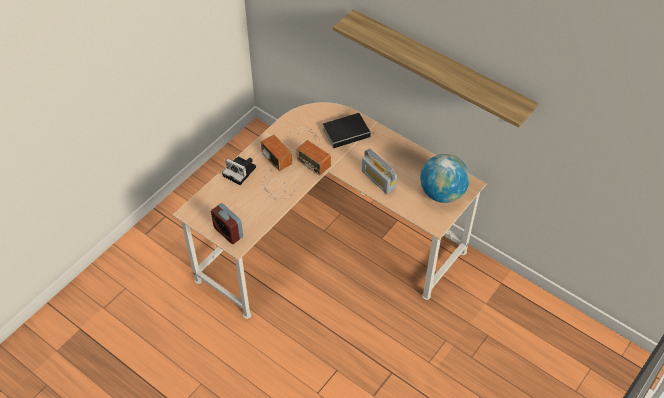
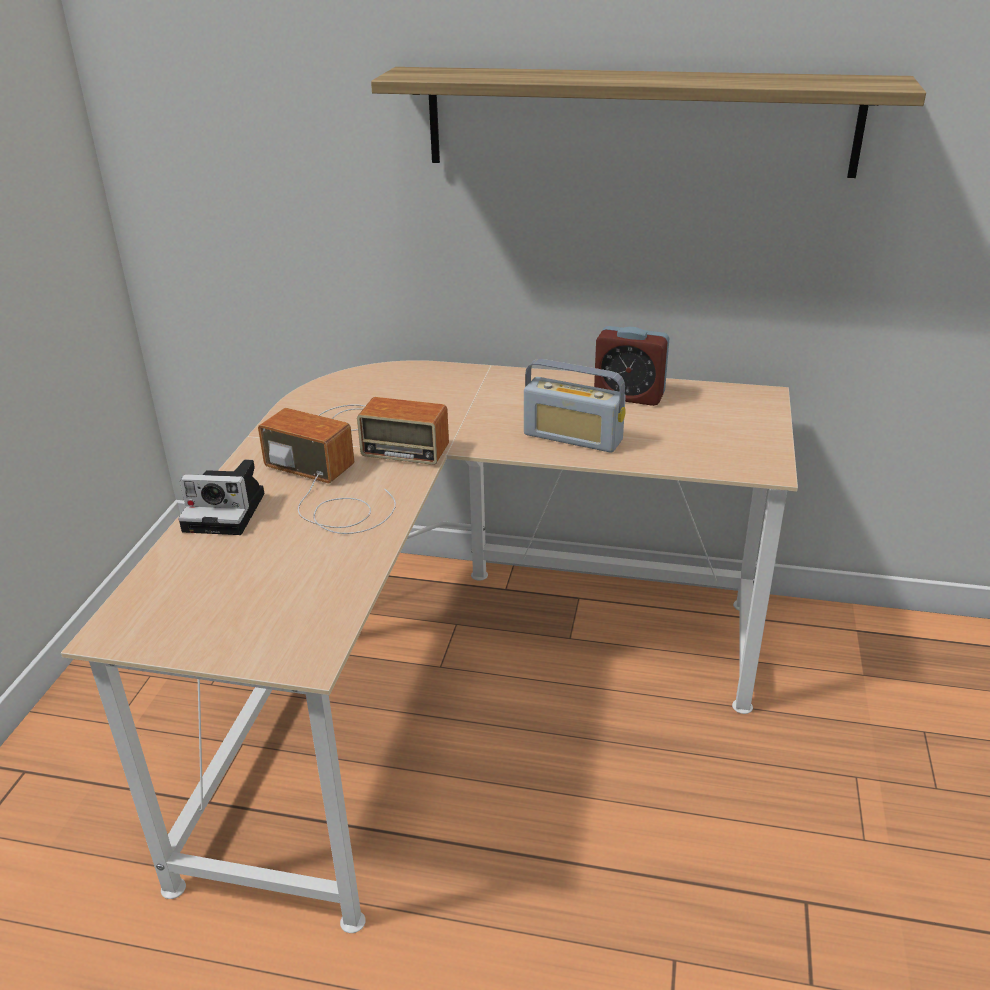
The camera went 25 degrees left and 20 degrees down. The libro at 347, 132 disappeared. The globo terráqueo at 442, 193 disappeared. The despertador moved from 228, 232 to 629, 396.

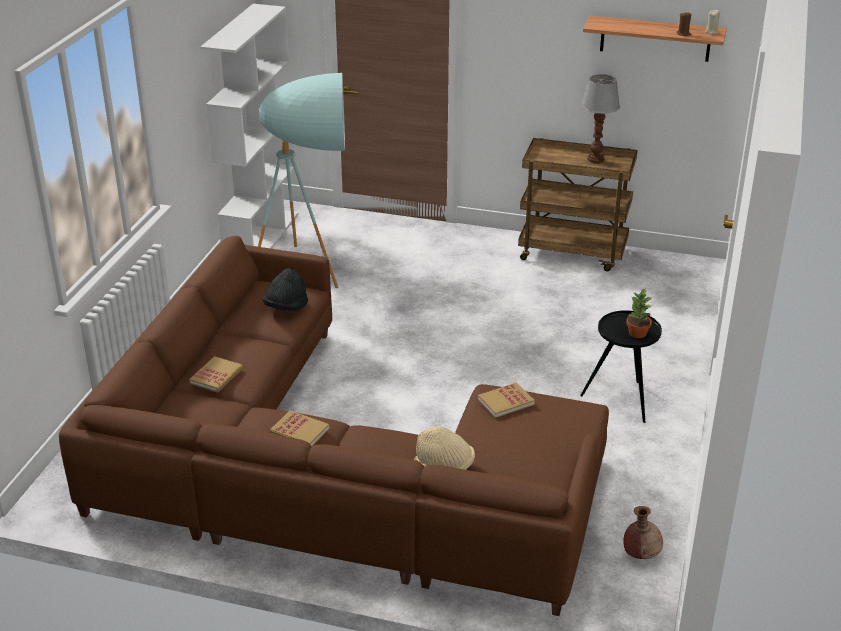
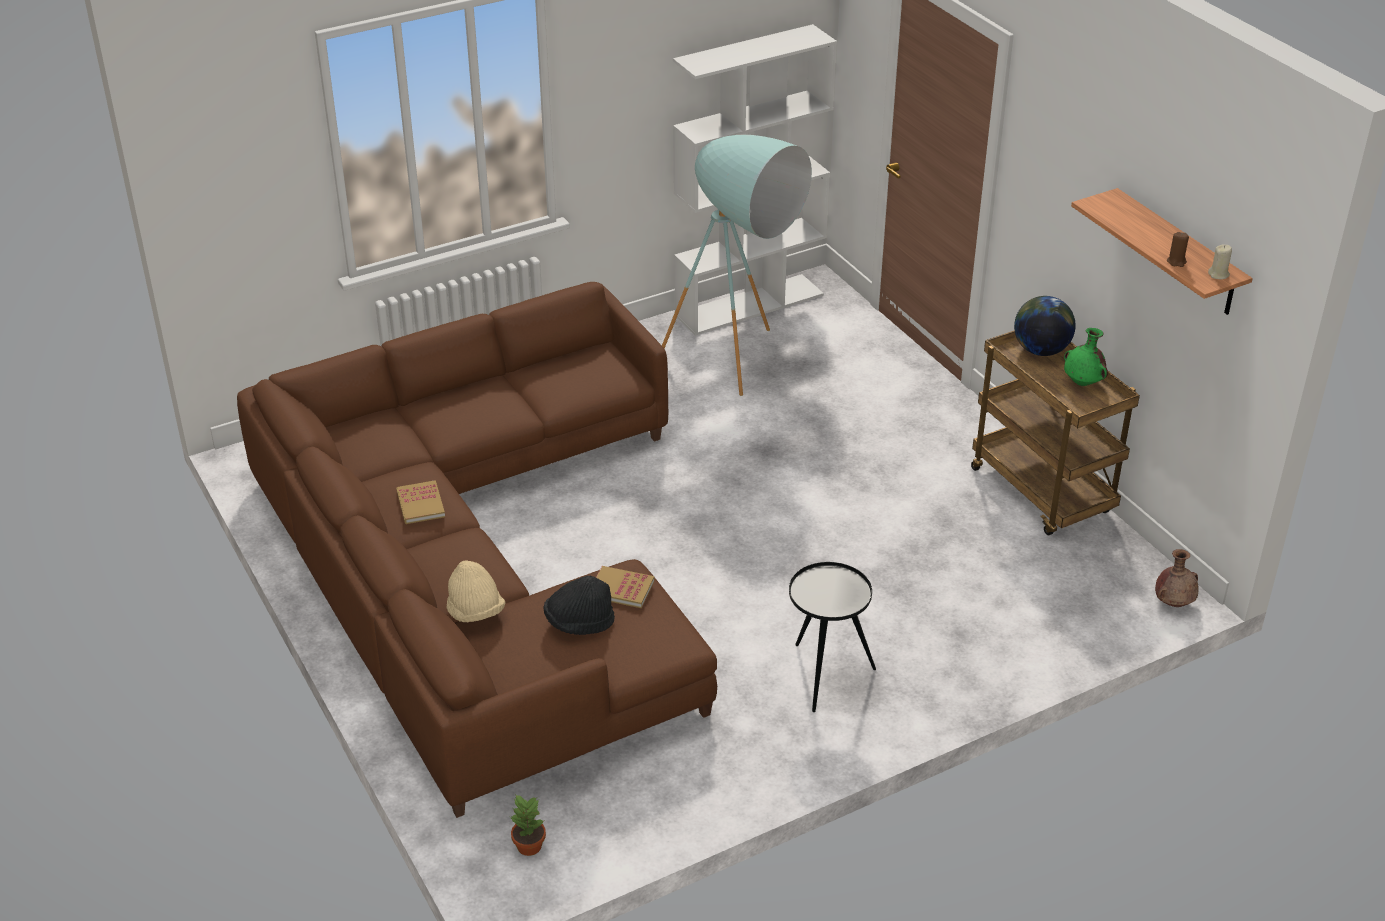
The camera went 45 degrees right and 5 degrees up. The lámpara de mesa at 596, 159 was replaced by the florero (verde) at 1083, 383. The sombrero (negro) moved from 286, 307 to 579, 623. The planta en maceta moved from 637, 333 to 528, 846. The libro at 216, 376 disappeared. The florero (marrón) moved from 641, 554 to 1174, 603. The globo terráqueo at 1040, 350 appeared.

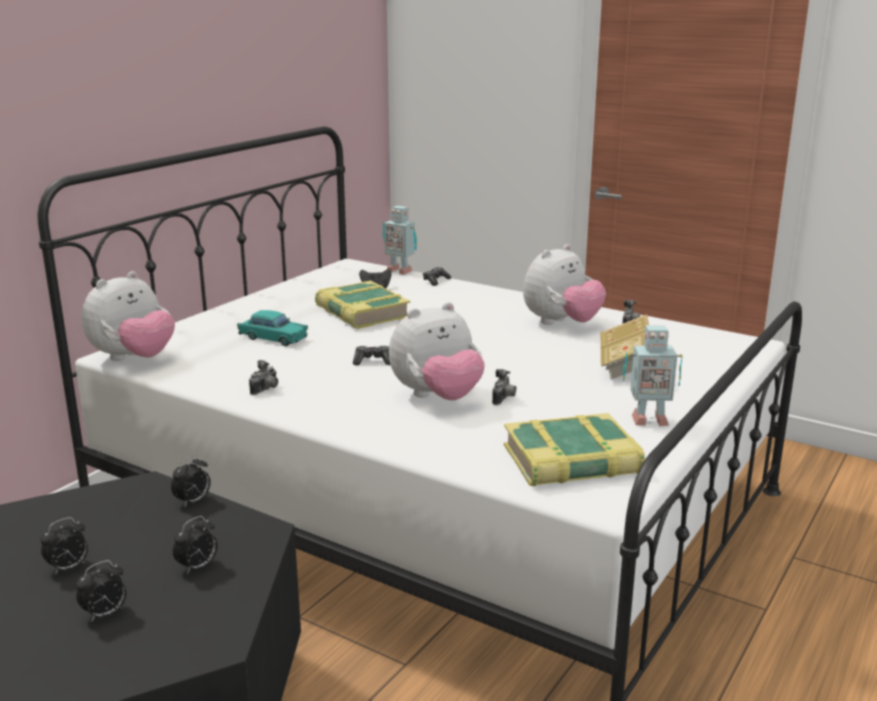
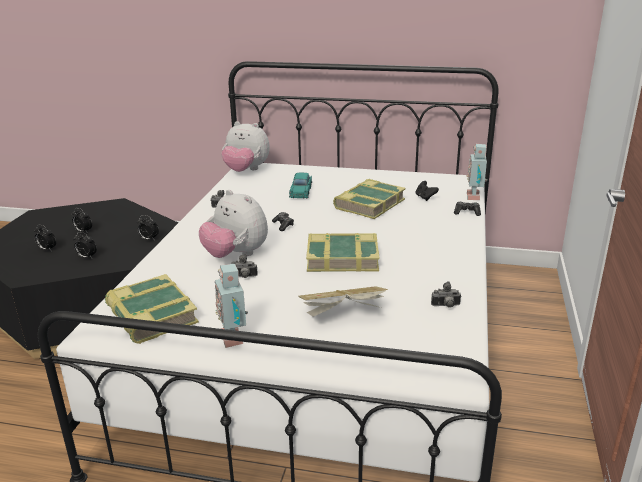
The camera went 70 degrees right and 5 degrees up. The peluche at 561, 323 disappeared. The libro at 342, 258 appeared.

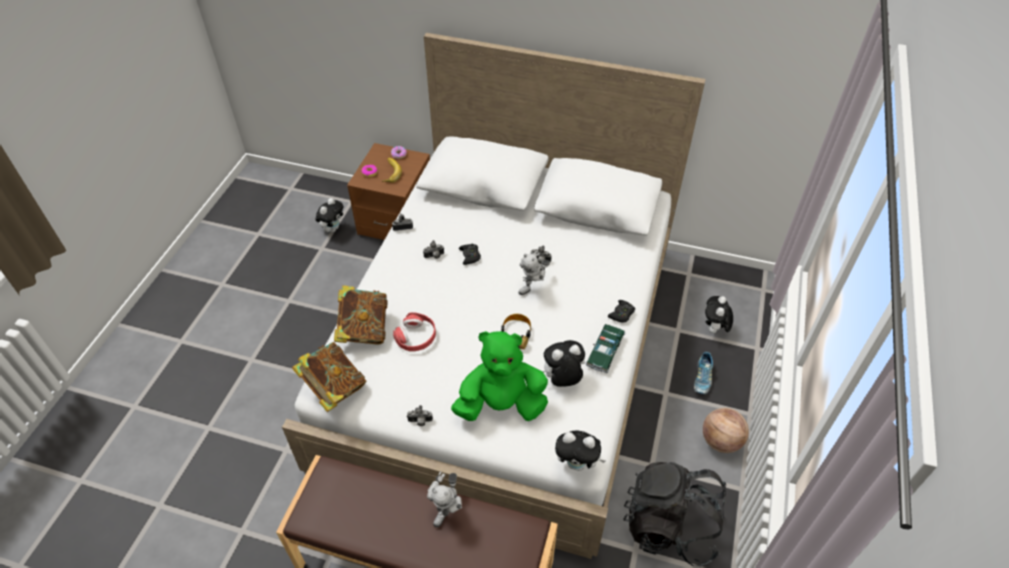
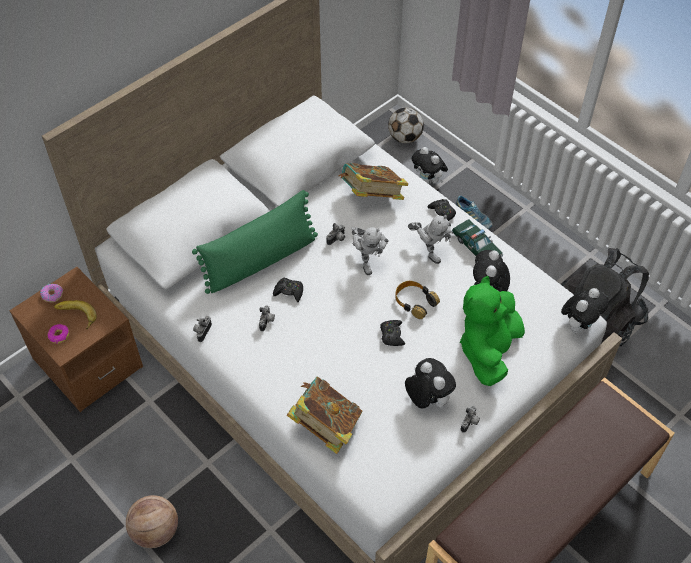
The camera went 60 degrees left and 5 degrees up. The peluche moved from 333, 228 to 427, 399. The auriculares (rojo) at 416, 337 disappeared. The libro moved from 333, 388 to 372, 196. The balón de baloncesto moved from 720, 441 to 155, 531. The robot de juguete moved from 447, 510 to 428, 250. The balón de fútbol at 405, 138 appeared. The cojín (verde) at 260, 260 appeared. The mando de consola (negro) at 392, 335 appeared.

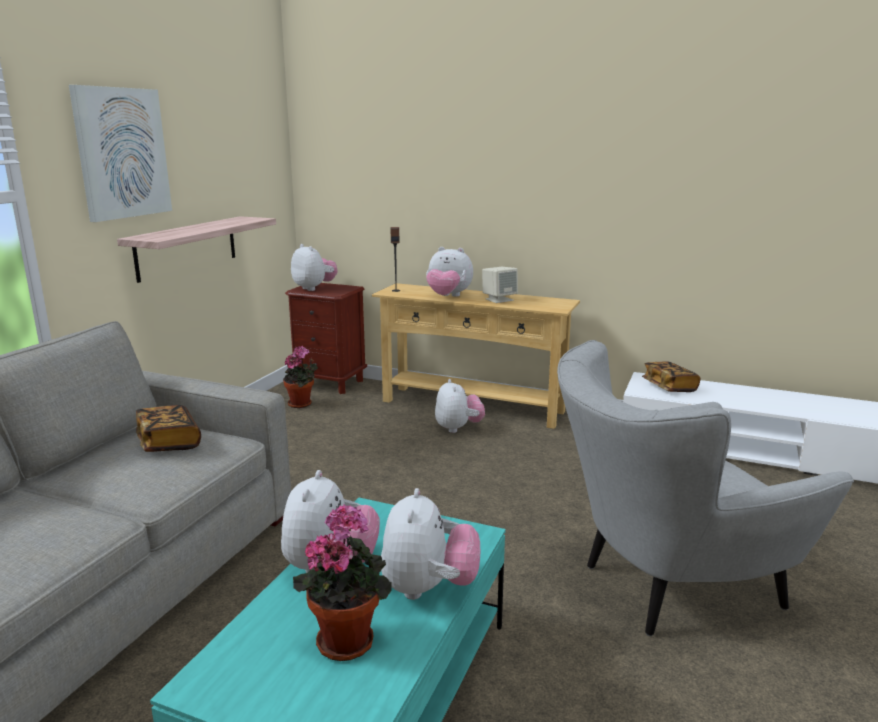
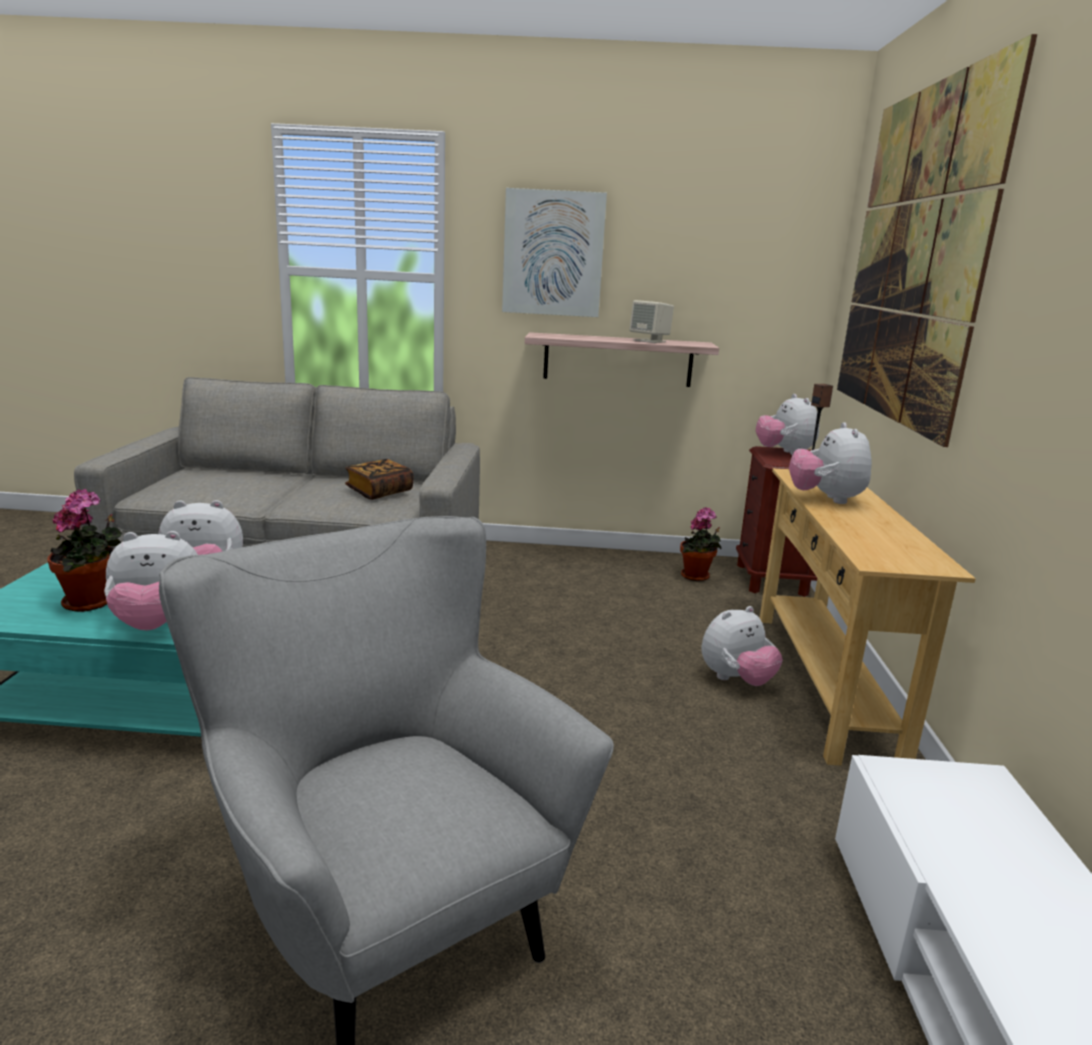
The camera went 70 degrees right and 0 degrees up. The peluche at 314, 288 turned 135 degrees clockwise. The altavoz (beis) moved from 499, 299 to 650, 341. The libro at 669, 387 disappeared. The cuadro at 913, 257 appeared.

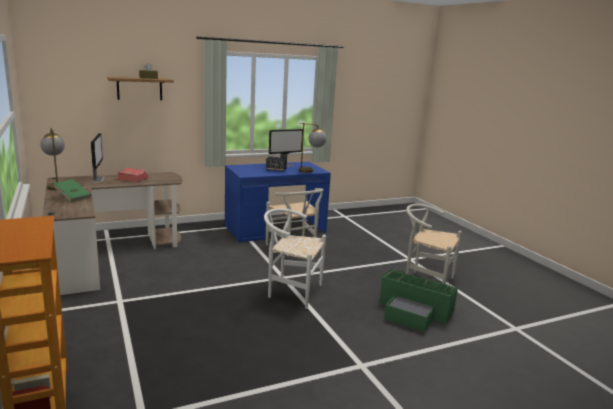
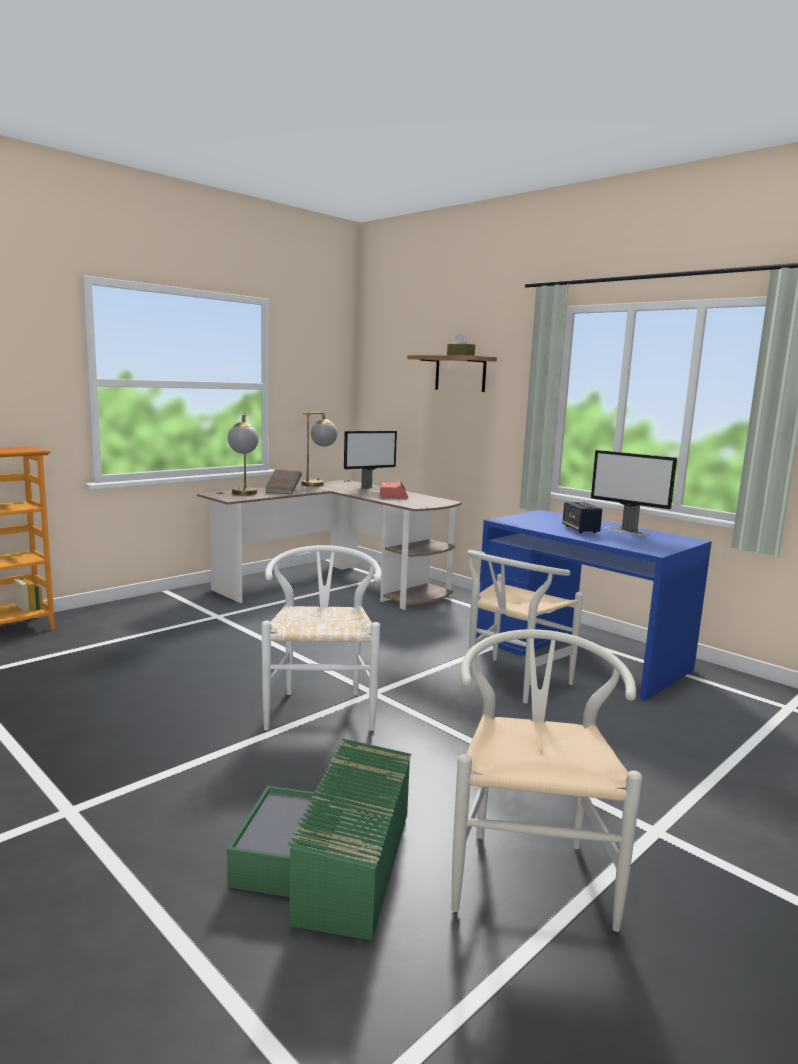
The camera went 70 degrees right and 5 degrees down. The lámpara de mesa moved from 311, 171 to 244, 494. The libro (verde) at 72, 197 became the libro (marrón) at 283, 491.

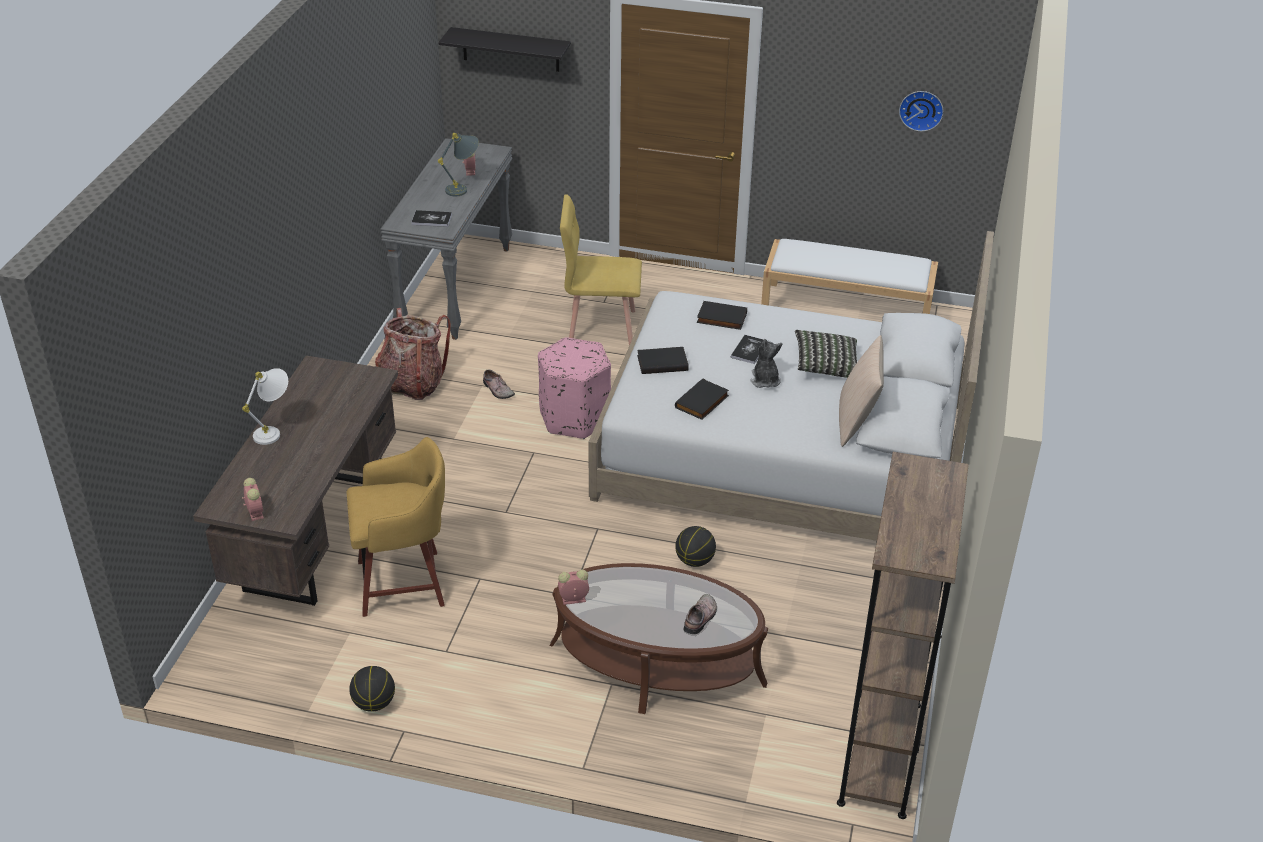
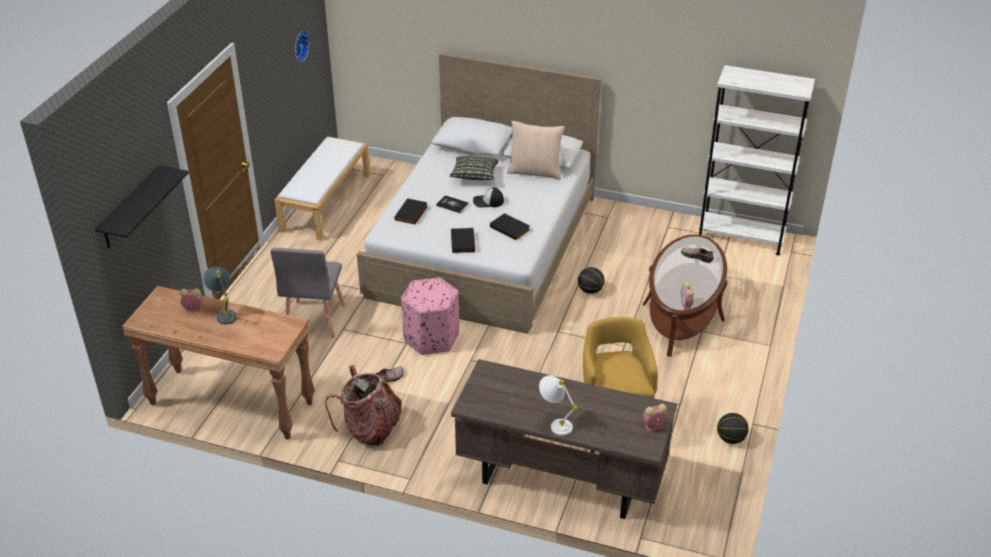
The camera went 85 degrees left and 0 degrees up. The mesa consola (gris) at 455, 288 became the mesa consola (marrón) at 230, 404. The silla (amarillo) at 601, 326 became the silla (gris) at 314, 320. The libro at 431, 219 disappeared. The peluche at 765, 380 was replaced by the gorra at 488, 201. The estantería (marrón) at 880, 752 became the estantería (blanco) at 741, 237.

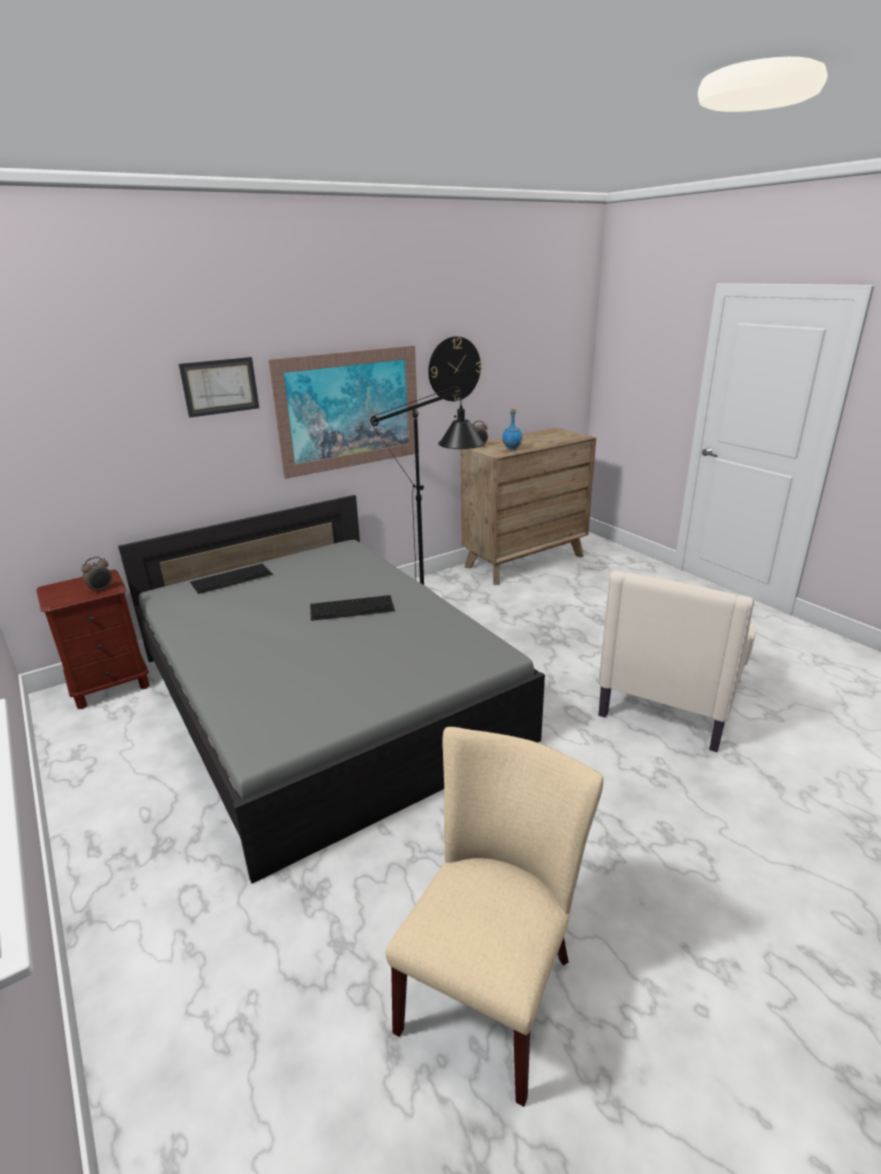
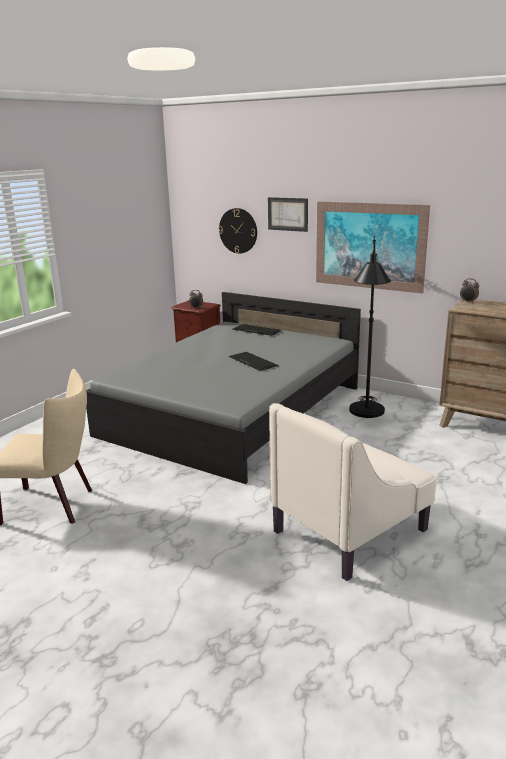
The camera went 65 degrees right and 5 degrees down. The reloj de pared moved from 454, 369 to 238, 231. The botella (azul) at 512, 449 disappeared. The sillón (beis) at 672, 696 turned 45 degrees counterclockwise.

